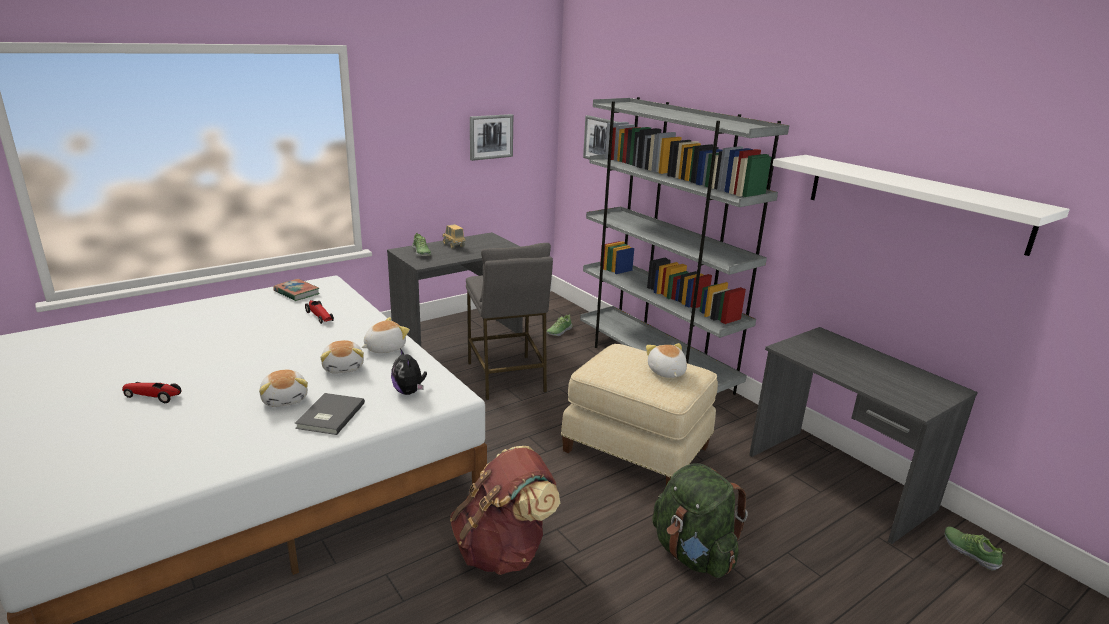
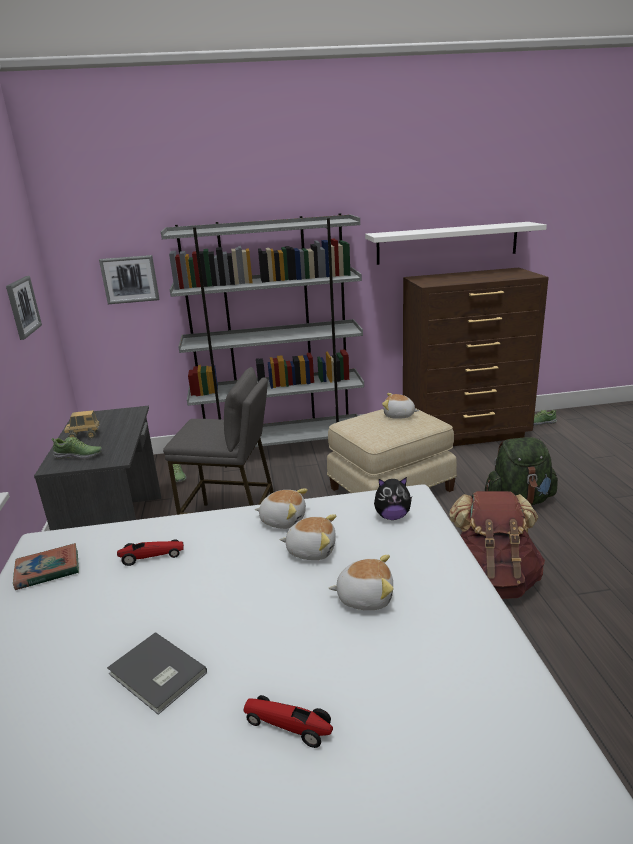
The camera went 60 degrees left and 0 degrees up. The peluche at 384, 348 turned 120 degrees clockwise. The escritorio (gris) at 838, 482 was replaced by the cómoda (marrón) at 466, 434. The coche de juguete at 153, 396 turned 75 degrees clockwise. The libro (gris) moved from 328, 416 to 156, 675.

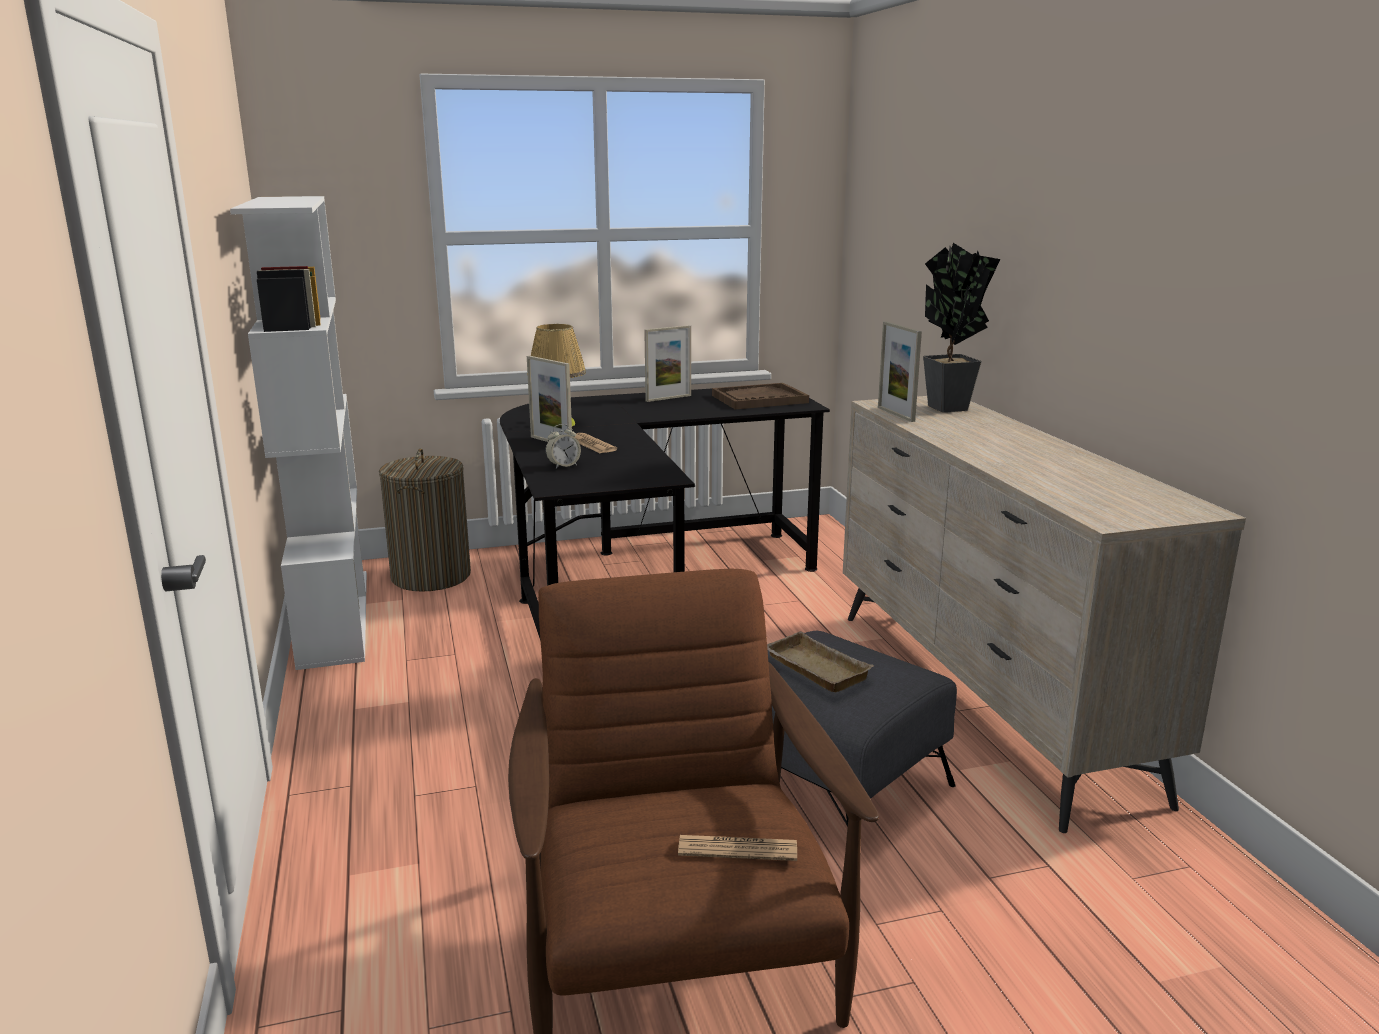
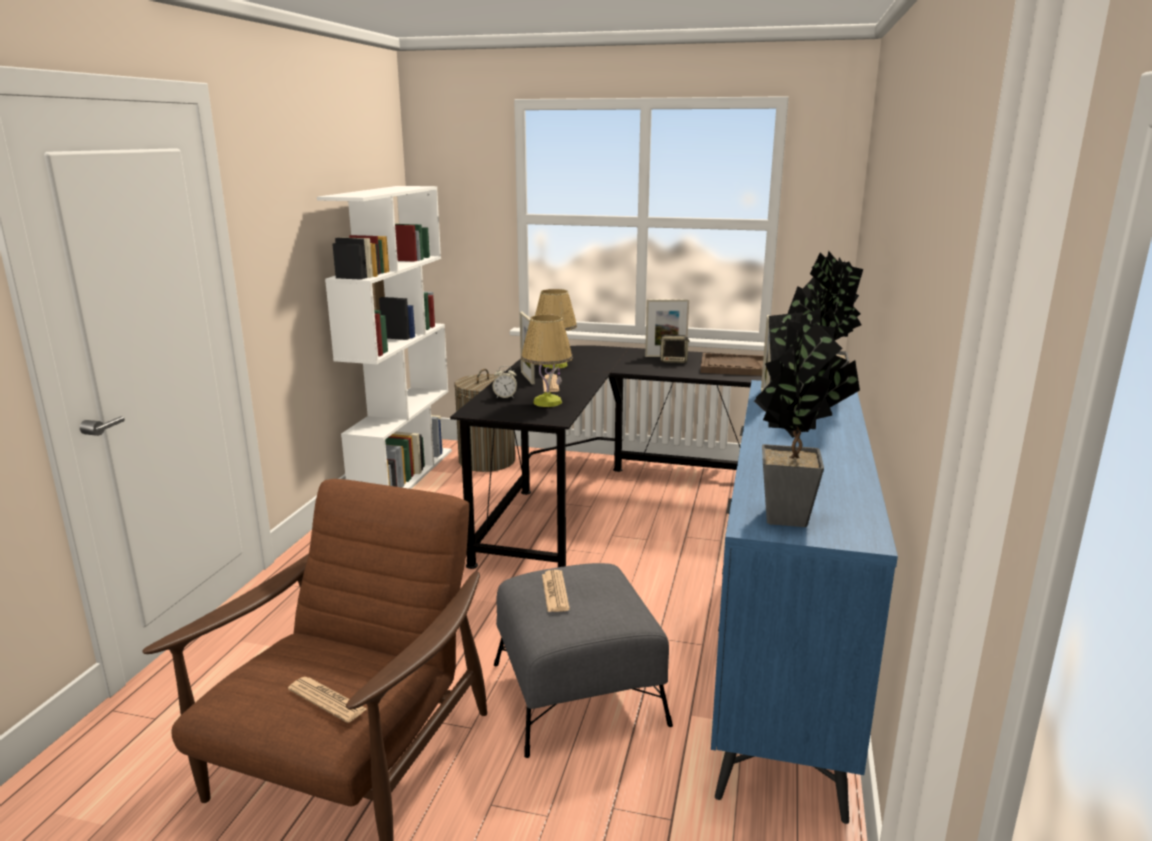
The camera went 30 degrees right and 0 degrees up. The cómoda (beis) at 984, 699 became the cómoda (azul) at 781, 666. The bandeja (beis) at 812, 669 was replaced by the periódico at 555, 592. The planta en maceta at 790, 513 appeared. The lámpara de mesa at 547, 402 appeared. The altavoz at 673, 361 appeared.

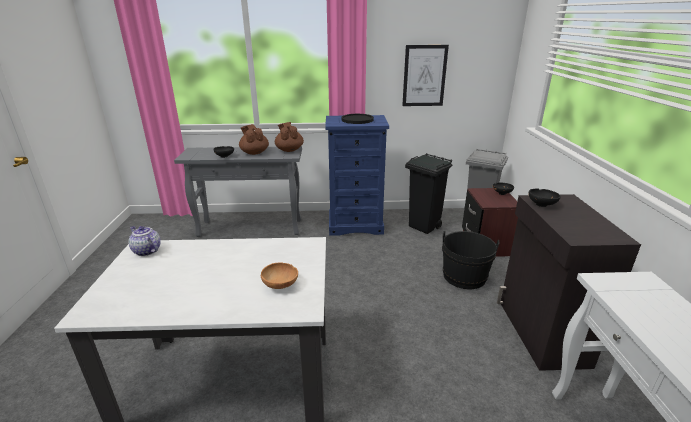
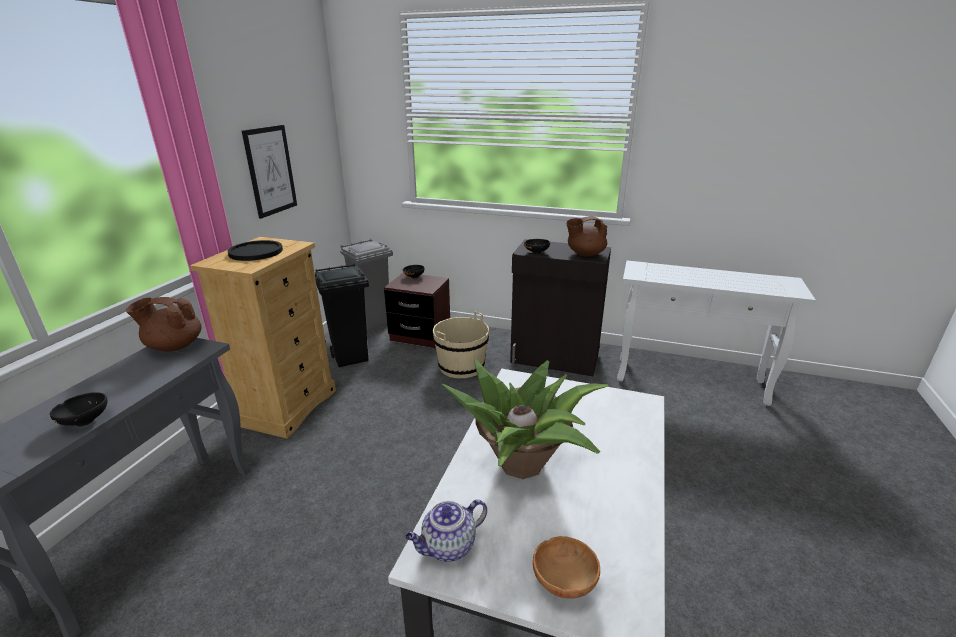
The camera went 70 degrees left and 0 degrees up. The cómoda (azul) at 355, 225 became the cómoda (beis) at 287, 407. The tetera (marrón) moved from 254, 153 to 585, 254. The cubo (negro) at 464, 276 became the cubo (beis) at 461, 366. The cuenco (marrón) moved from 281, 285 to 564, 580. The planta en maceta at 523, 464 appeared.

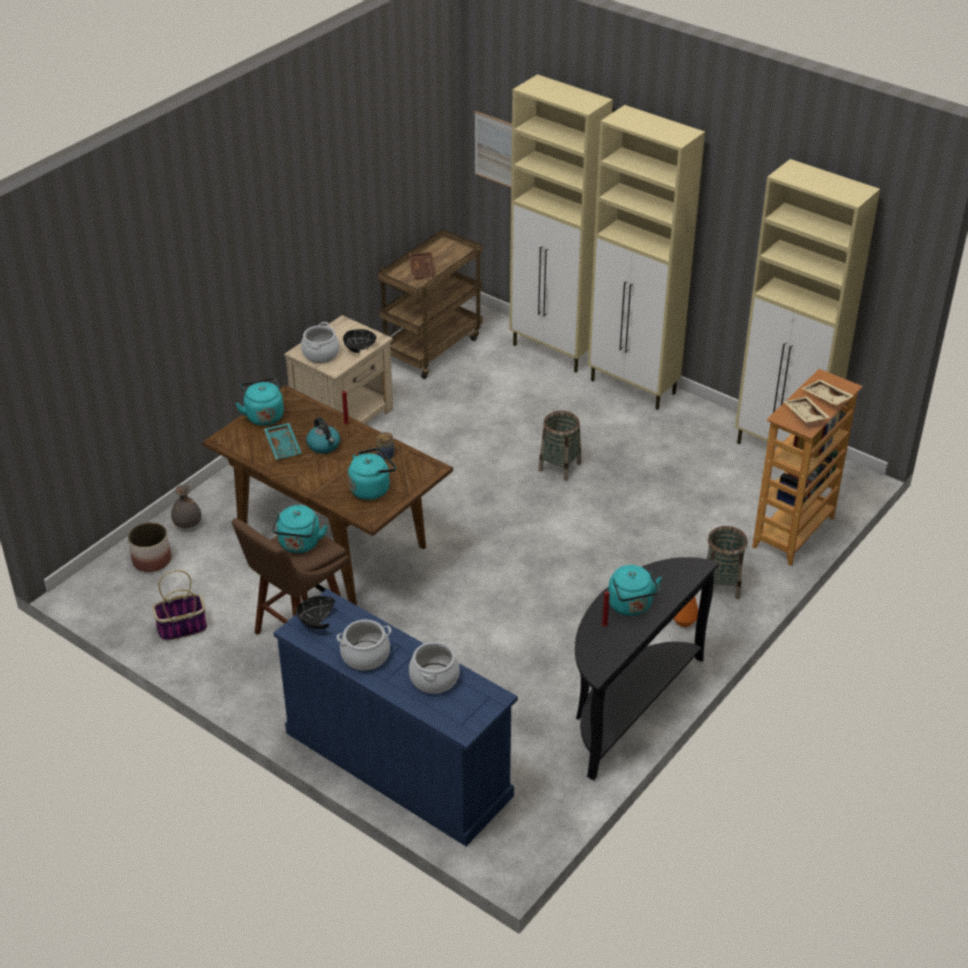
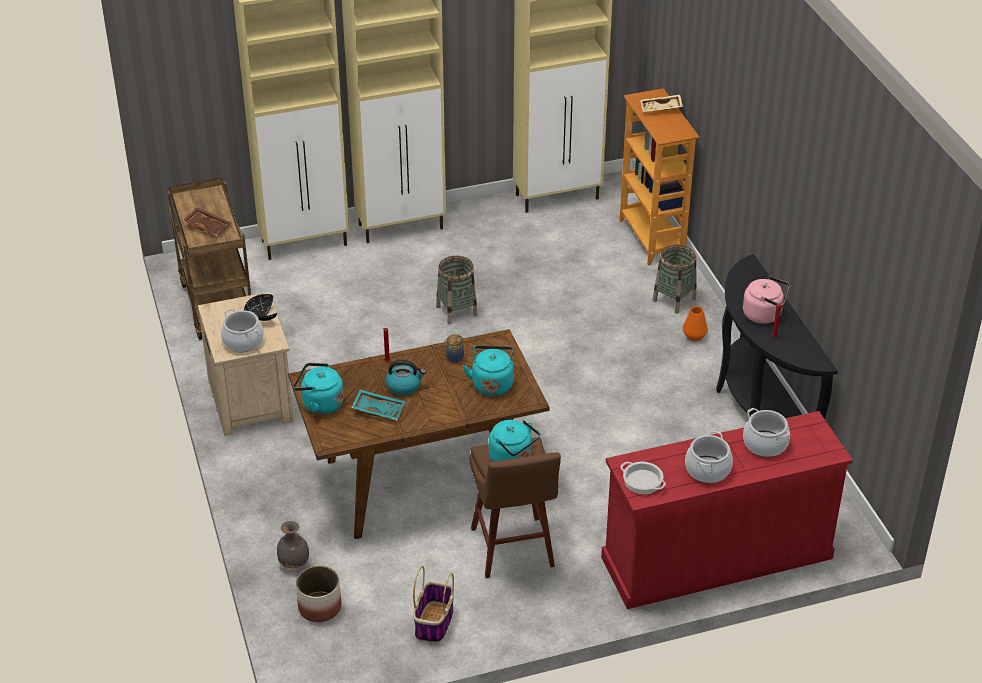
The camera went 55 degrees left and 0 degrees up. The cuadro at 497, 150 disappeared. The bandeja (beis) at 804, 415 disappeared. The hervidor (turquesa) at 631, 606 became the hervidor (rosa) at 764, 314. The cómoda (azul) at 396, 763 became the cómoda (rojo) at 715, 558. The cuenco (negro) at 315, 623 was replaced by the olla at 643, 481.

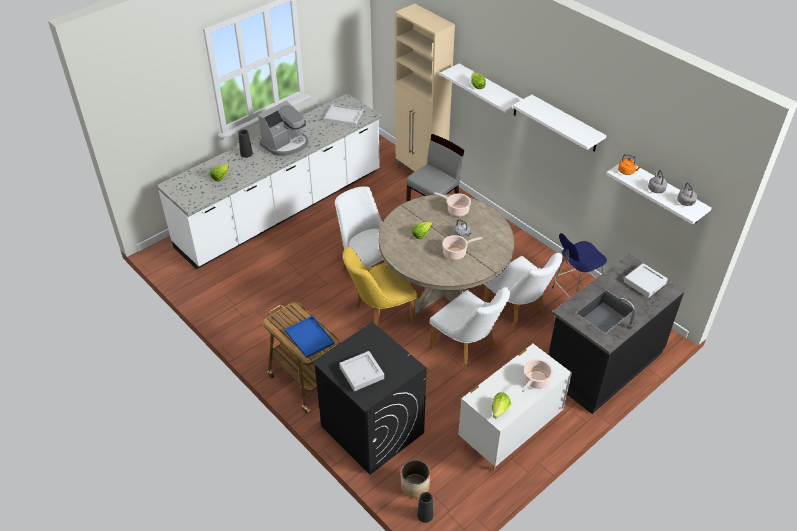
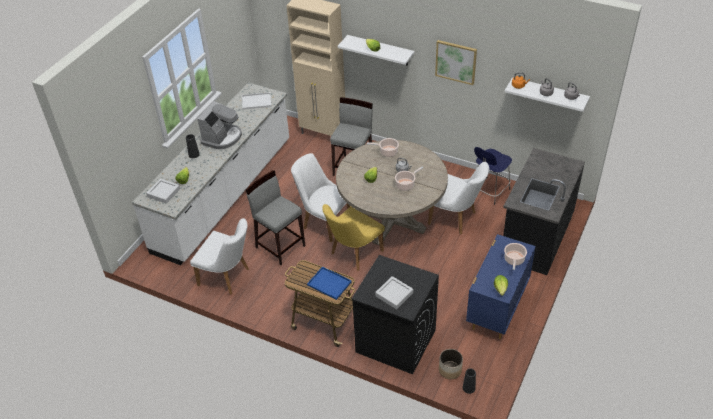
The camera went 20 degrees left and 0 degrees up. The estante (blanco) at 566, 124 was replaced by the cuadro at 456, 62. The bandeja (gris) moved from 644, 283 to 164, 193. The silla (blanco) moved from 468, 349 to 228, 277. The cómoda (blanco) at 508, 434 became the cómoda (azul) at 496, 309. The taburete (gris) at 280, 246 appeared.

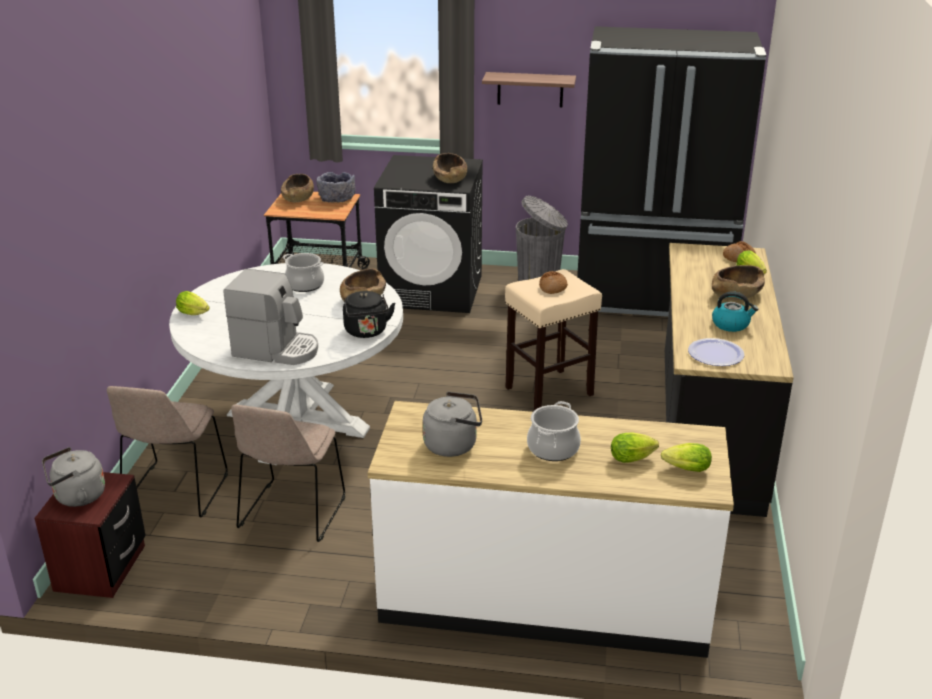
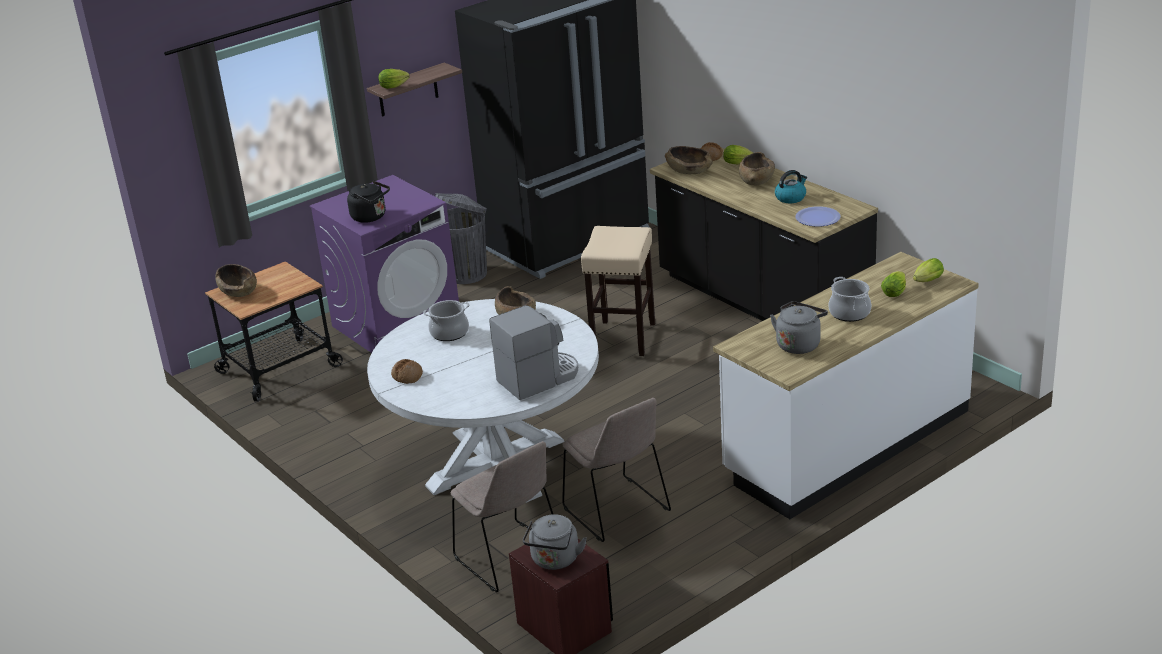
The camera went 45 degrees left and 0 degrees up. The cuenco (marrón) moved from 450, 179 to 689, 170. The lavadora (negro) at 432, 290 became the lavadora (morado) at 397, 324. The cuenco (gris) at 336, 199 disappeared. The pan moved from 553, 287 to 407, 376. The lechuga moved from 195, 314 to 395, 86. The hervidor (negro) moved from 367, 332 to 371, 217.

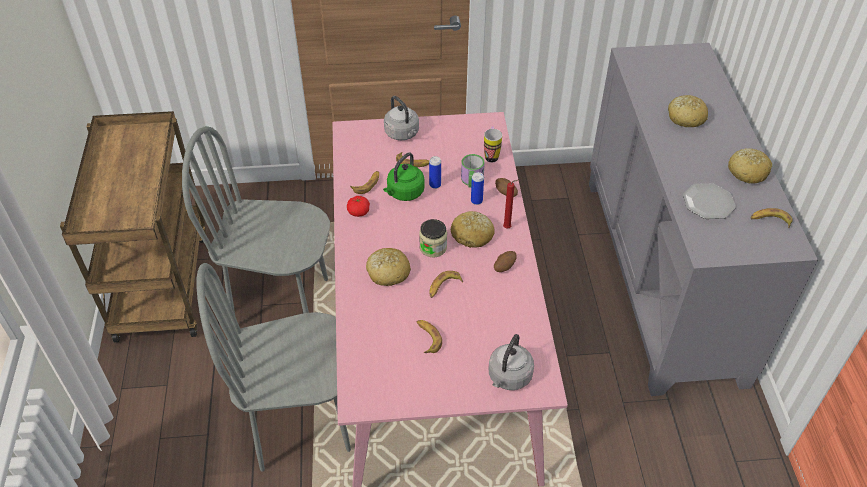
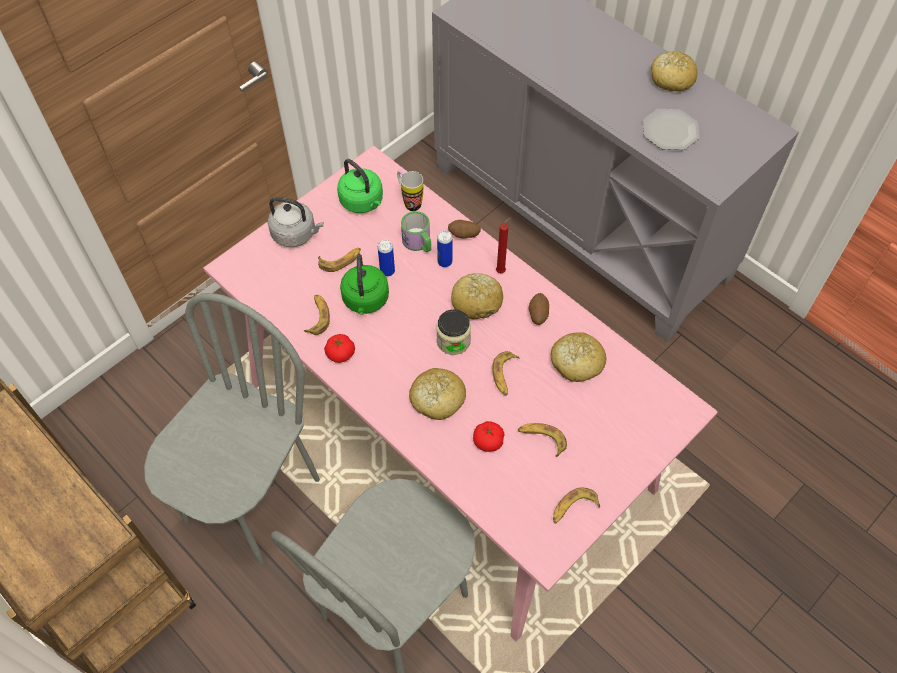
The camera went 40 degrees left and 10 degrees up. The pan moved from 685, 117 to 576, 362. The silla (gris) at 281, 302 turned 150 degrees clockwise. The plátano moved from 770, 221 to 573, 508. The hervidor (gris) at 508, 377 disappeared. The hervidor (verde) at 363, 202 appeared. The tomate at 488, 441 appeared.

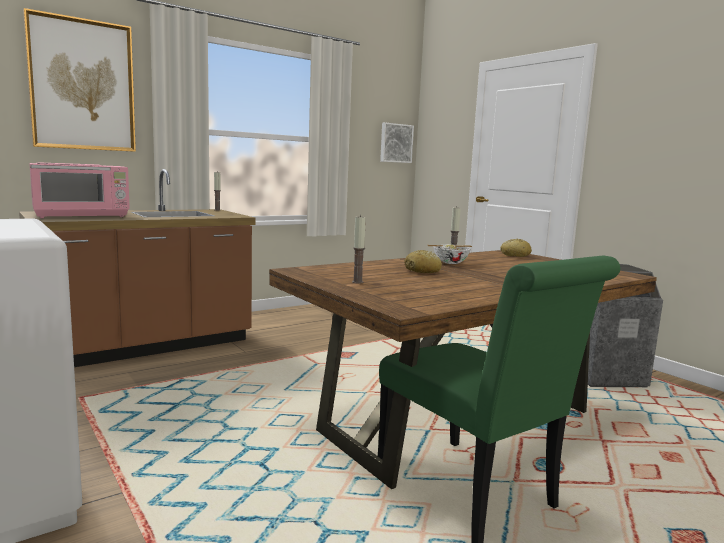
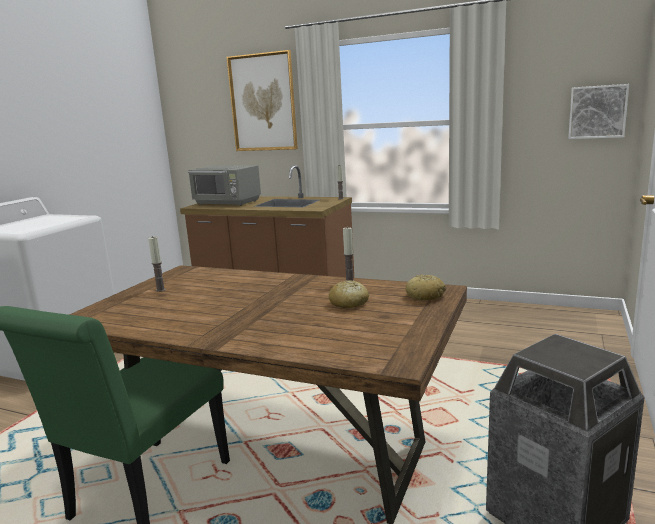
The camera went 60 degrees right and 5 degrees up. The microondas (rosa) at 82, 216 became the microondas (gris) at 227, 203. The cuenco at 450, 262 disappeared. The pan moved from 422, 271 to 349, 303.

